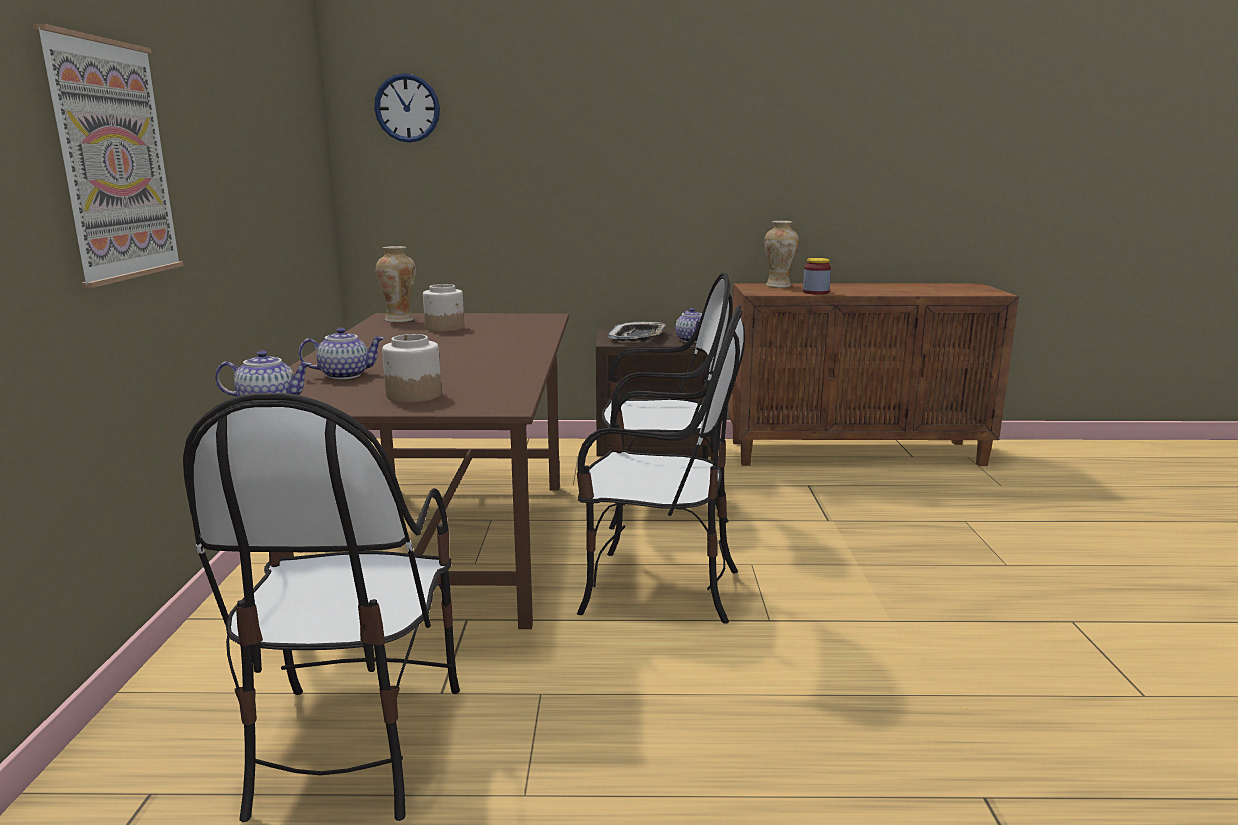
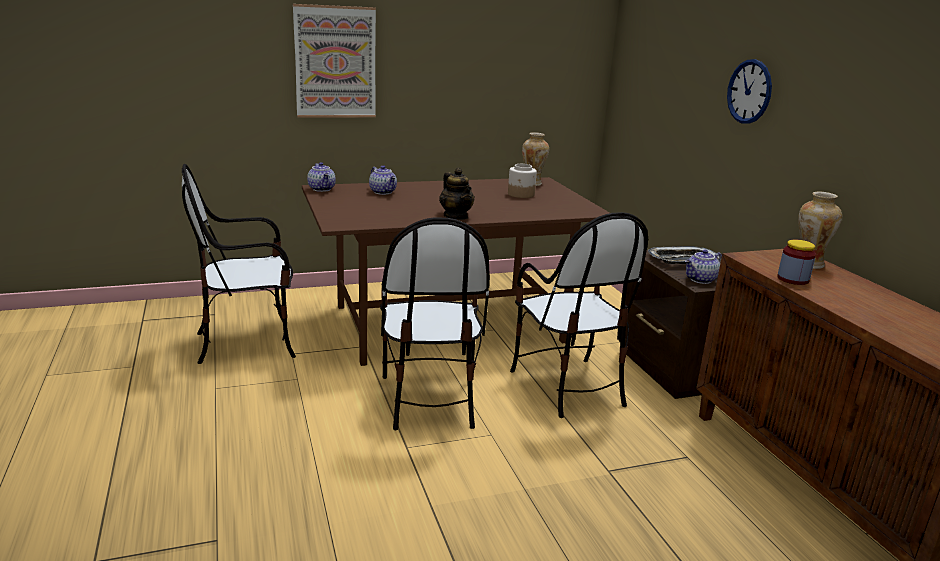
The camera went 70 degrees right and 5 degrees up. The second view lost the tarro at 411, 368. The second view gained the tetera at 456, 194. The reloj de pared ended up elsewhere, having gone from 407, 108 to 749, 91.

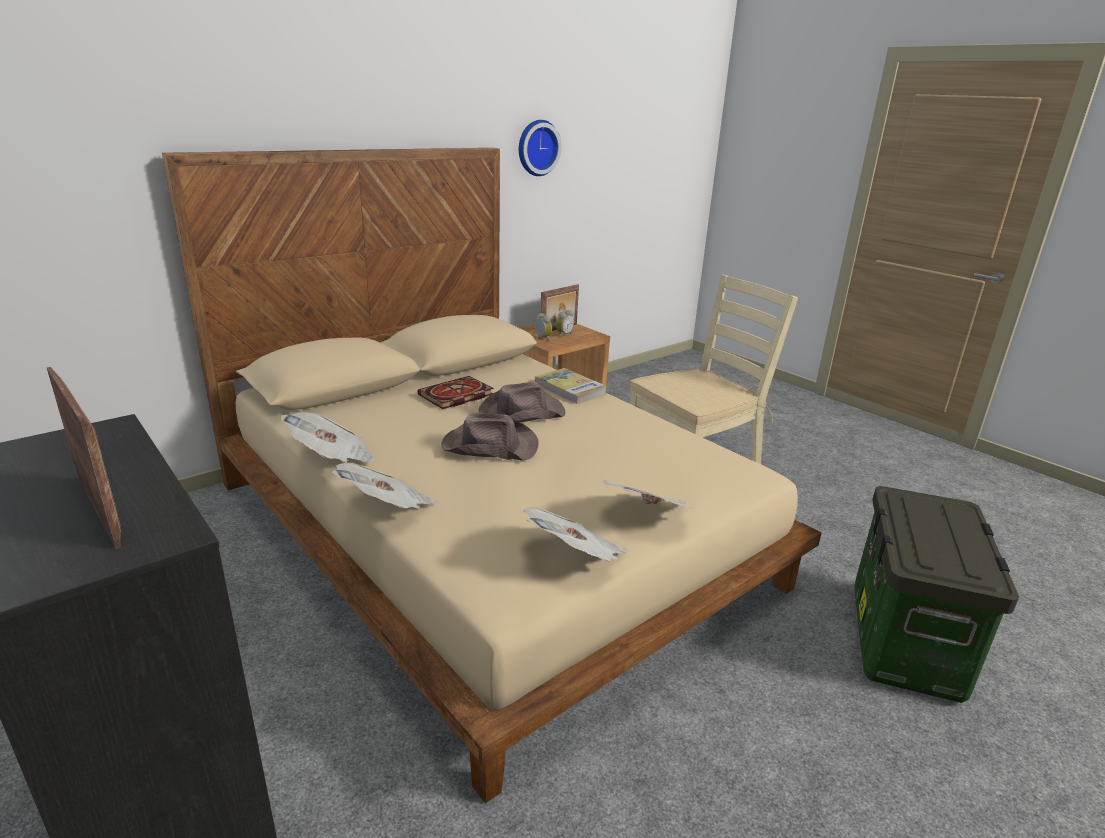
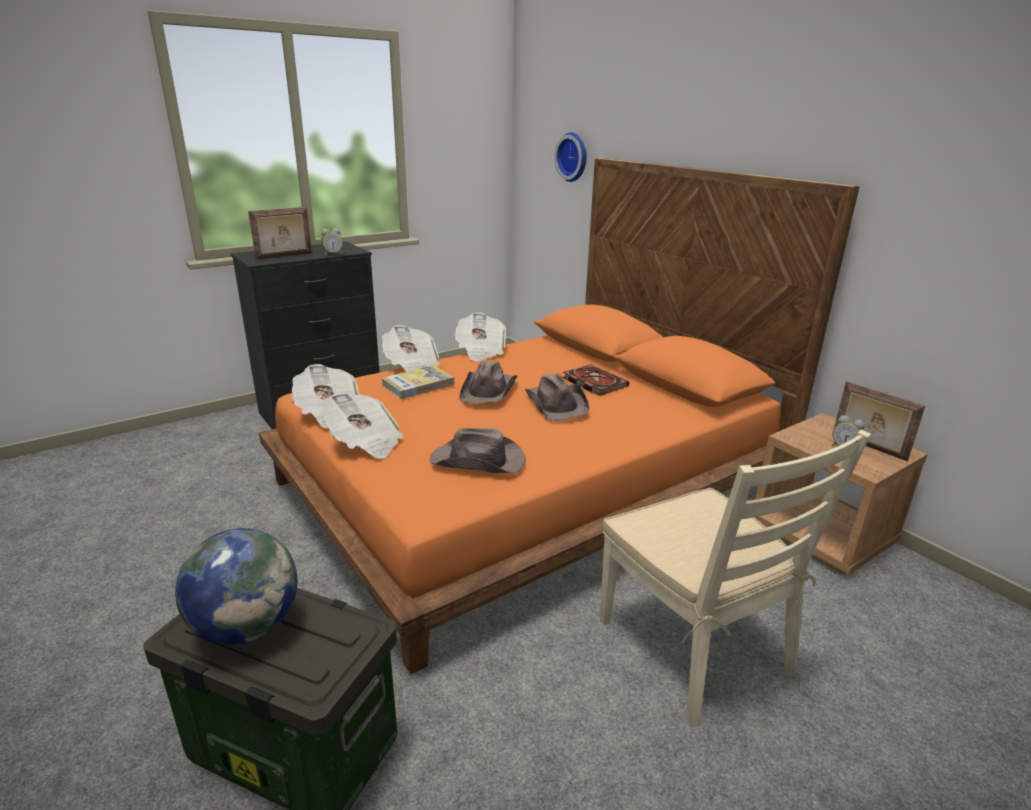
The camera went 95 degrees right and 0 degrees up. The second view gained the globo terráqueo at 236, 586. The second view gained the sombrero [marrón] at 478, 451. The reloj de pared ended up elsewhere, having gone from 540, 148 to 570, 157. The despertador ended up elsewhere, having gone from 543, 327 to 332, 242. The libro ended up elsewhere, having gone from 571, 386 to 417, 382. What was the cama [beis] at 491, 475 turned into the cama [naranja] at 559, 416.

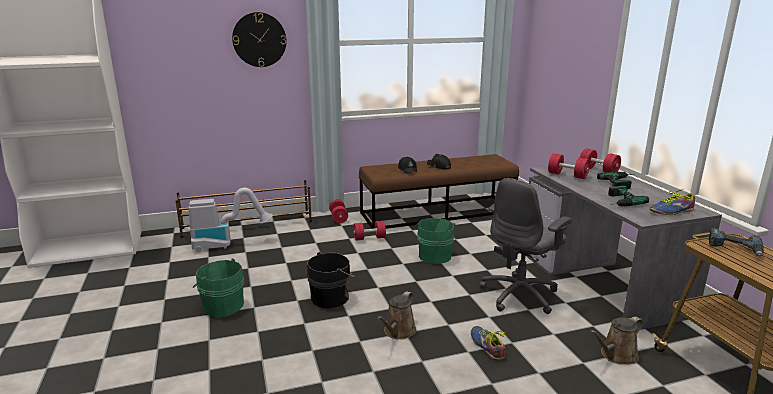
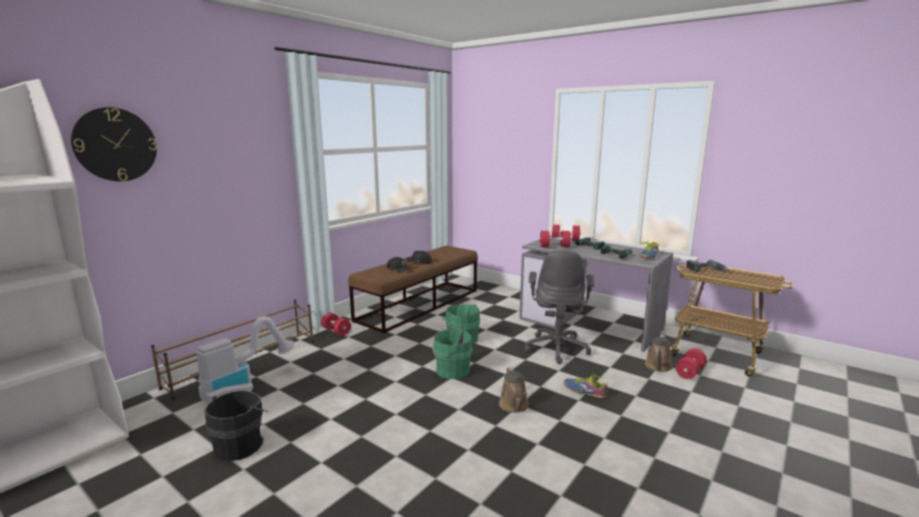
The camera went 35 degrees left and 5 degrees down. The cubo [verde] ended up elsewhere, having gone from 218, 287 to 452, 353. The reloj de pared ended up elsewhere, having gone from 259, 39 to 114, 144. The cubo [negro] ended up elsewhere, having gone from 331, 280 to 236, 426. The mancuerna [rojo] ended up elsewhere, having gone from 369, 231 to 691, 363.

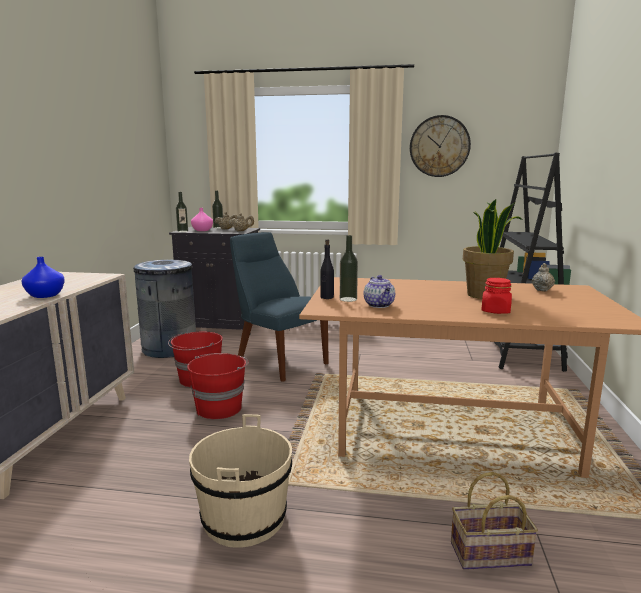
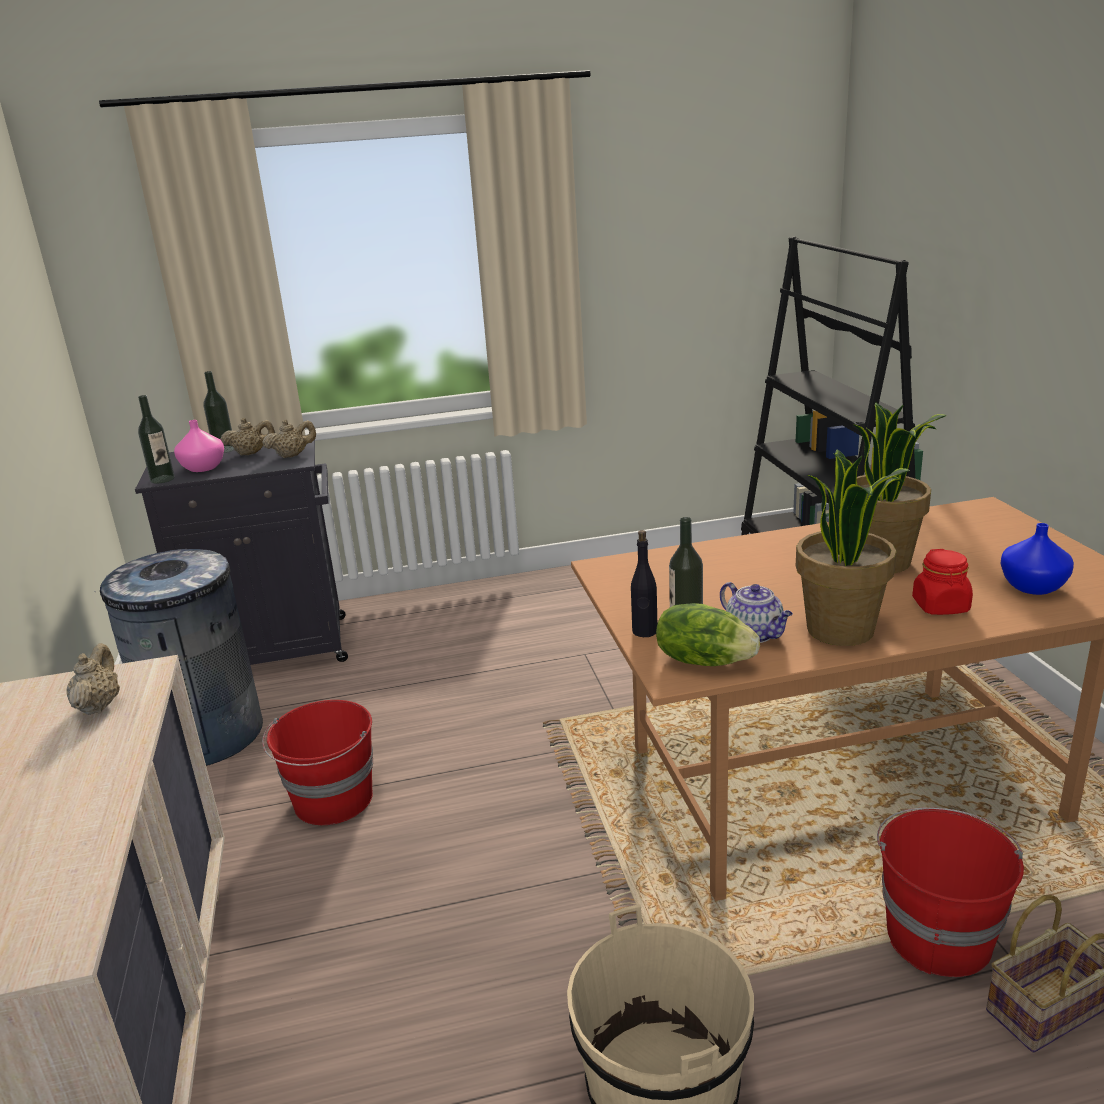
The camera went 20 degrees left and 10 degrees up. The second view lost the silla [azul] at 279, 307. The second view lost the reloj de pared at 440, 146. The second view gained the lechuga at 708, 634. The second view gained the planta en maceta at 853, 547. The florero [azul] ended up elsewhere, having gone from 43, 277 to 1037, 559. The cubo [rojo] ended up elsewhere, having gone from 218, 386 to 950, 892. The tetera [beis] ended up elsewhere, having gone from 543, 277 to 93, 679.

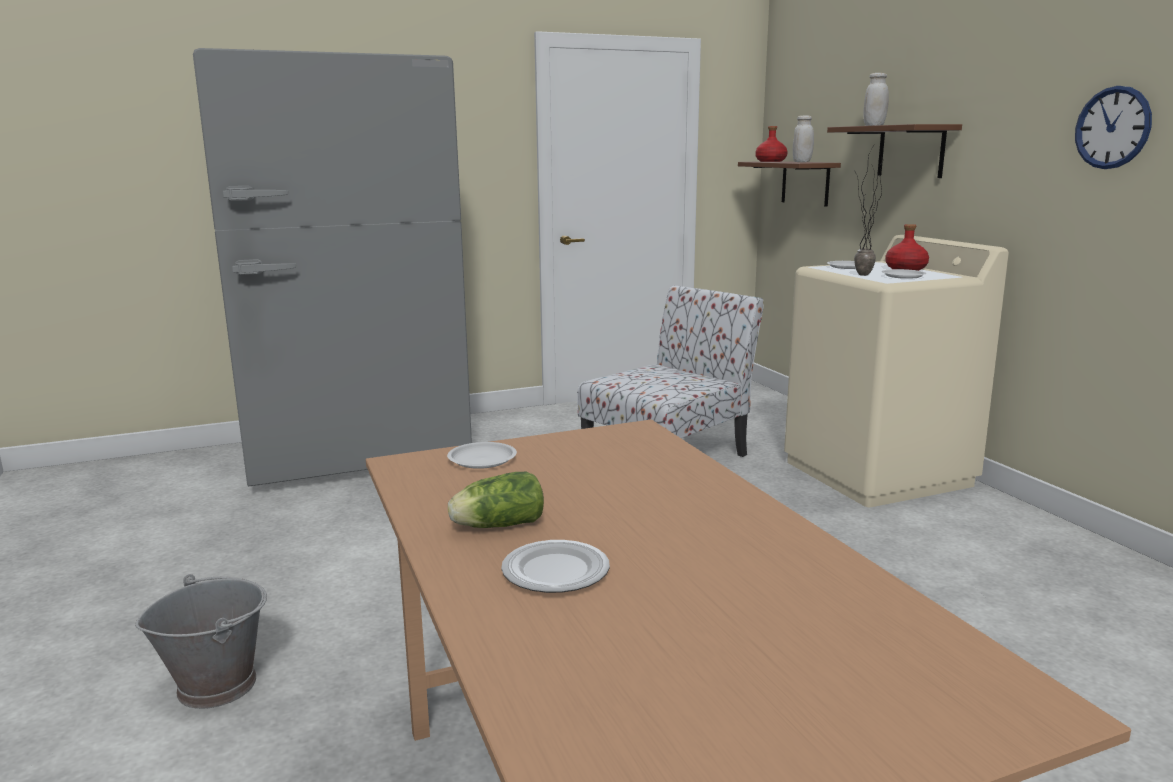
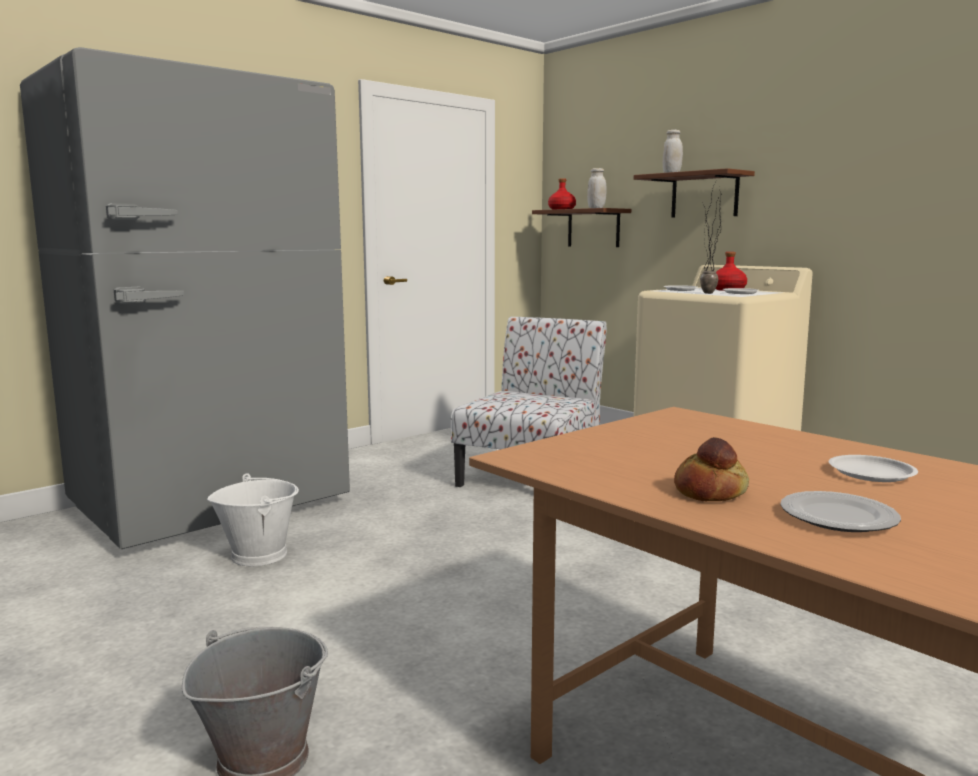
The camera went 20 degrees left and 5 degrees down. The second view lost the reloj de pared at 1113, 127. The second view gained the cubo [blanco] at 253, 519. The plato [blanco] ended up elsewhere, having gone from 482, 455 to 873, 468. Where the lechuga stood at 496, 500, the pan came to stand at 711, 469.

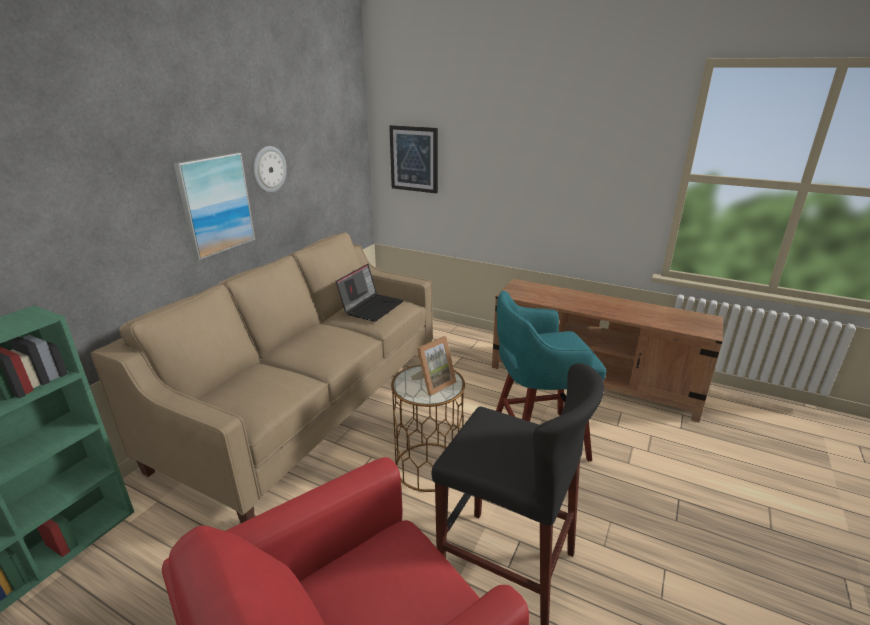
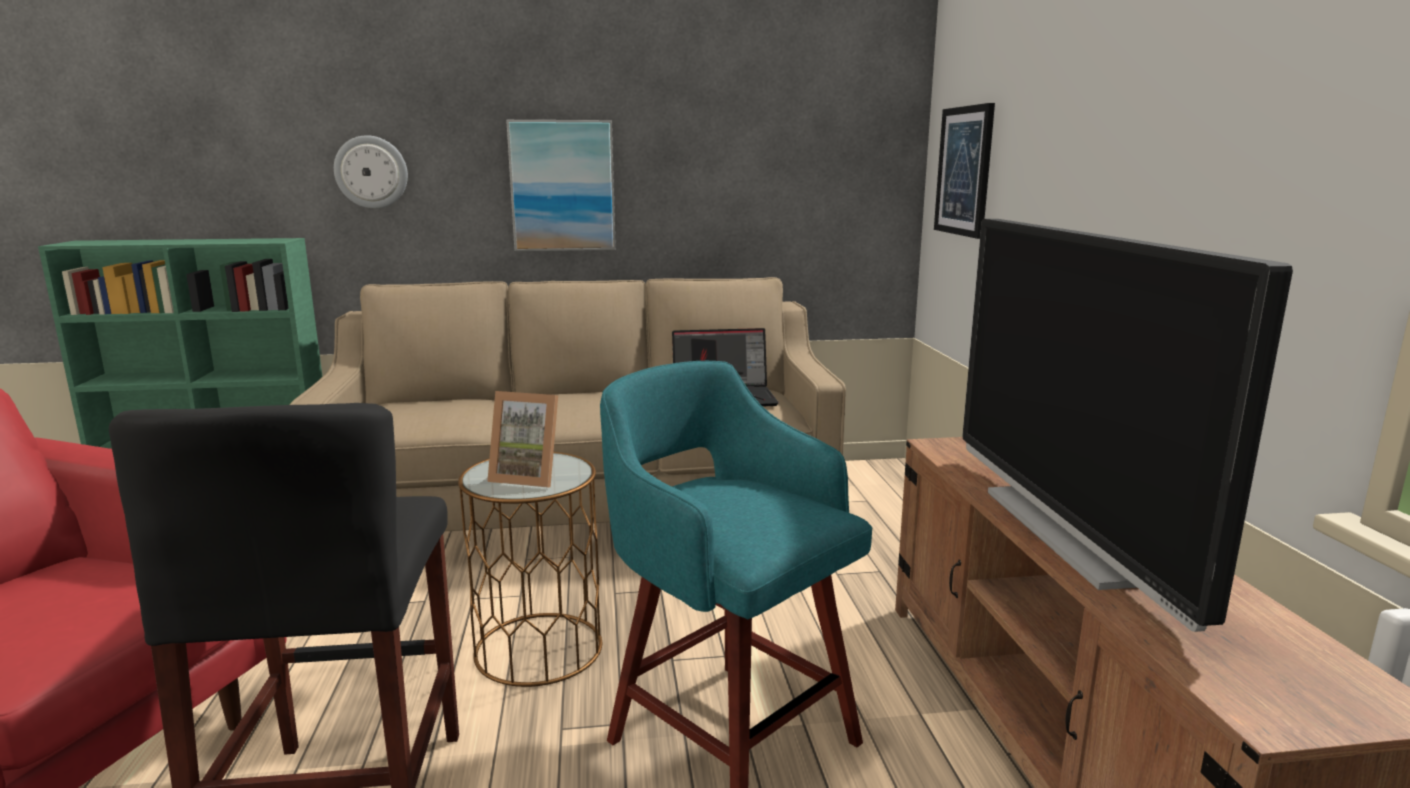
The camera went 55 degrees right and 10 degrees down. The second view gained the televisor at 1127, 425. The reloj de pared ended up elsewhere, having gone from 270, 169 to 371, 172.

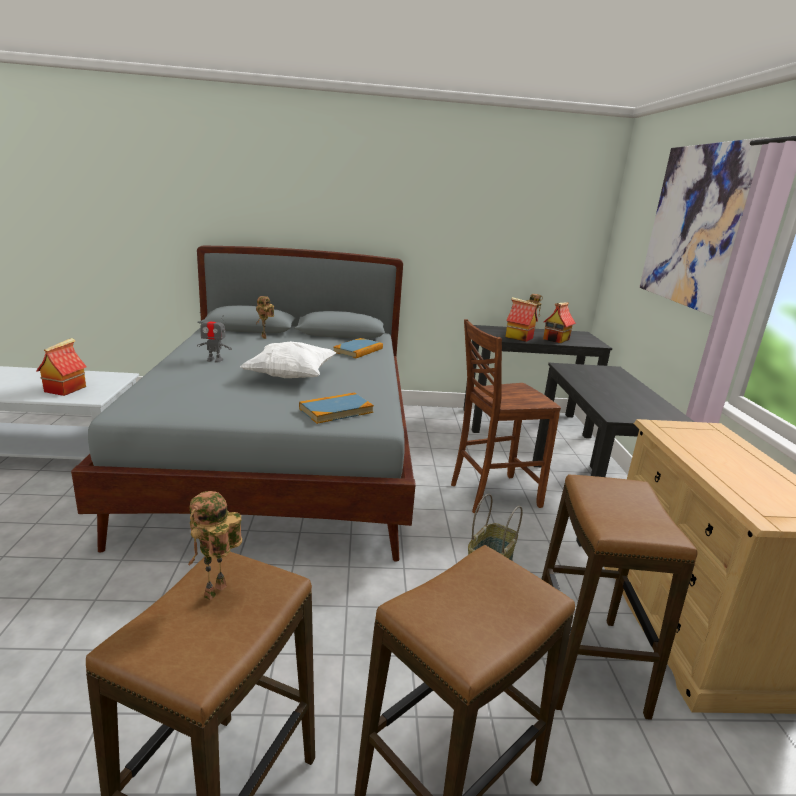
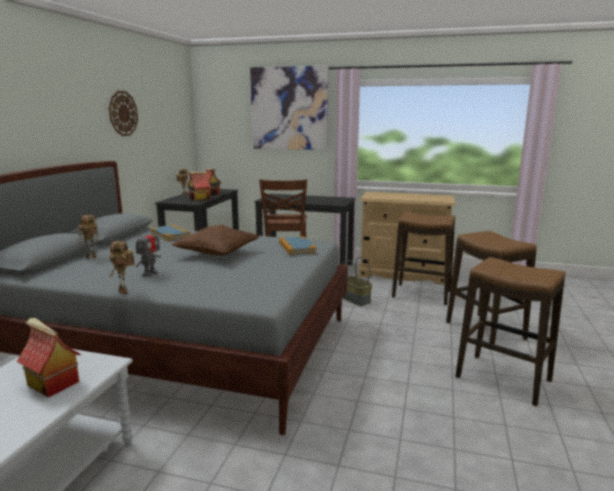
The camera went 70 degrees left and 5 degrees down. The second view gained the reloj de pared at 123, 113. The robot de juguete ended up elsewhere, having gone from 215, 545 to 122, 268. What was the cojín [blanco] at 288, 359 turned into the cojín [marrón] at 215, 240.

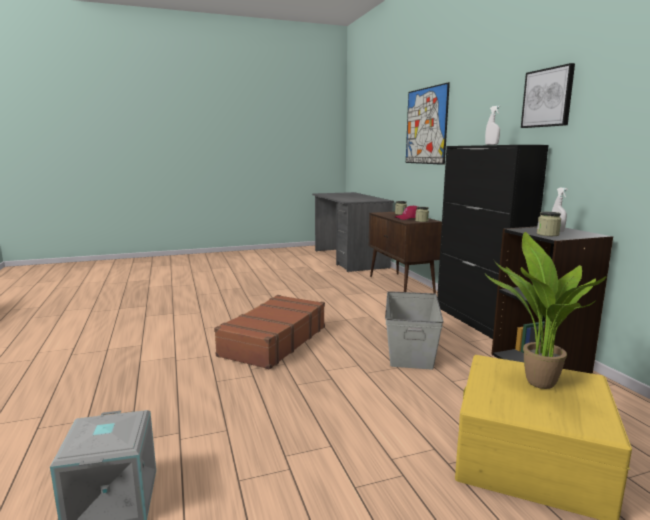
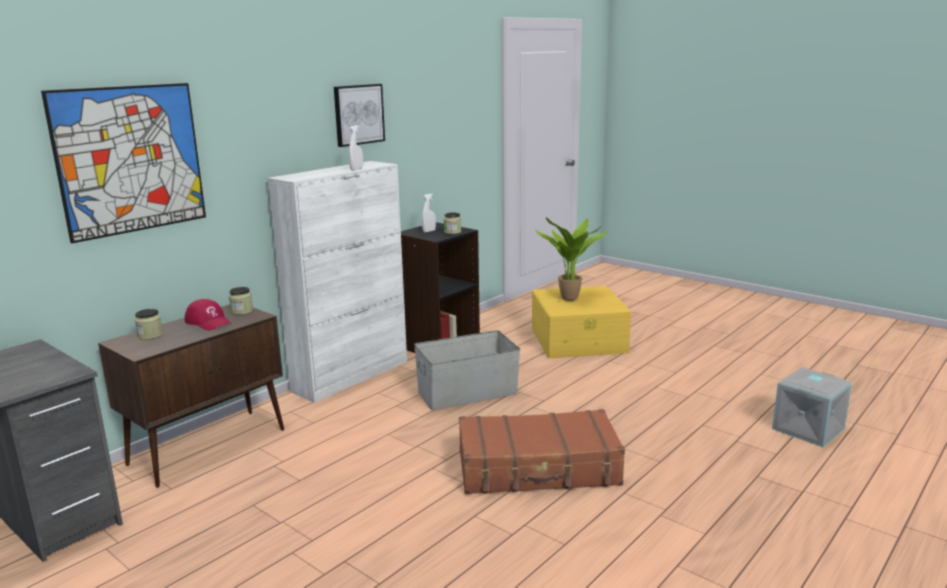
The camera went 120 degrees left and 5 degrees up. What was the armario [negro] at 493, 242 turned into the armario [blanco] at 337, 282.

